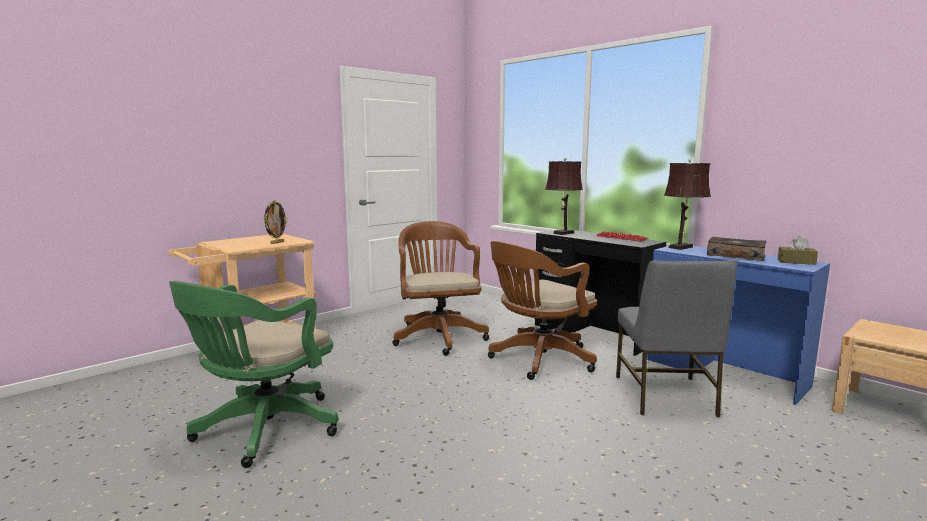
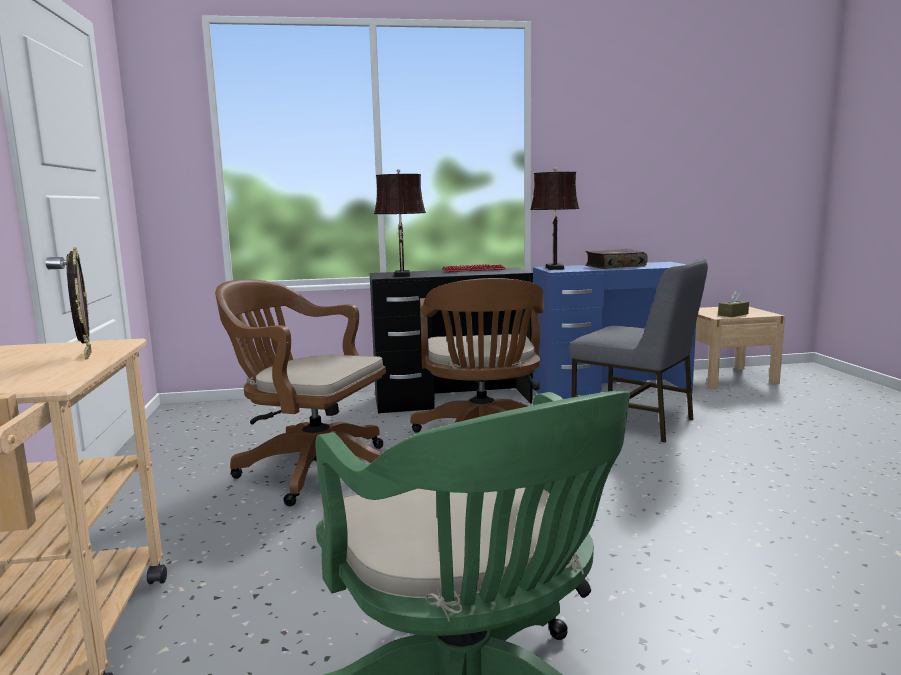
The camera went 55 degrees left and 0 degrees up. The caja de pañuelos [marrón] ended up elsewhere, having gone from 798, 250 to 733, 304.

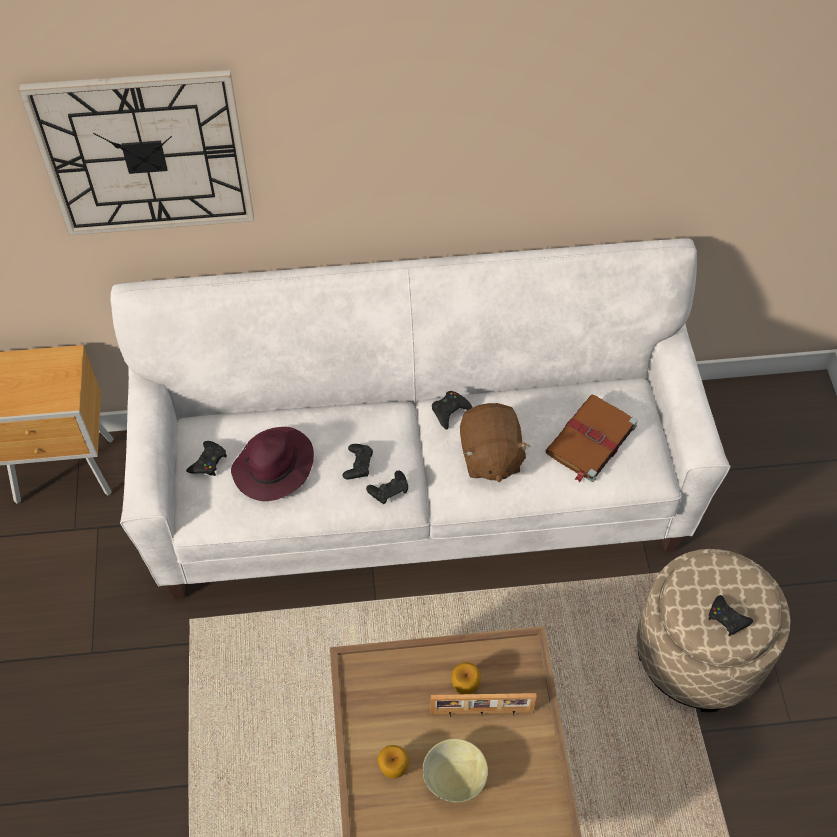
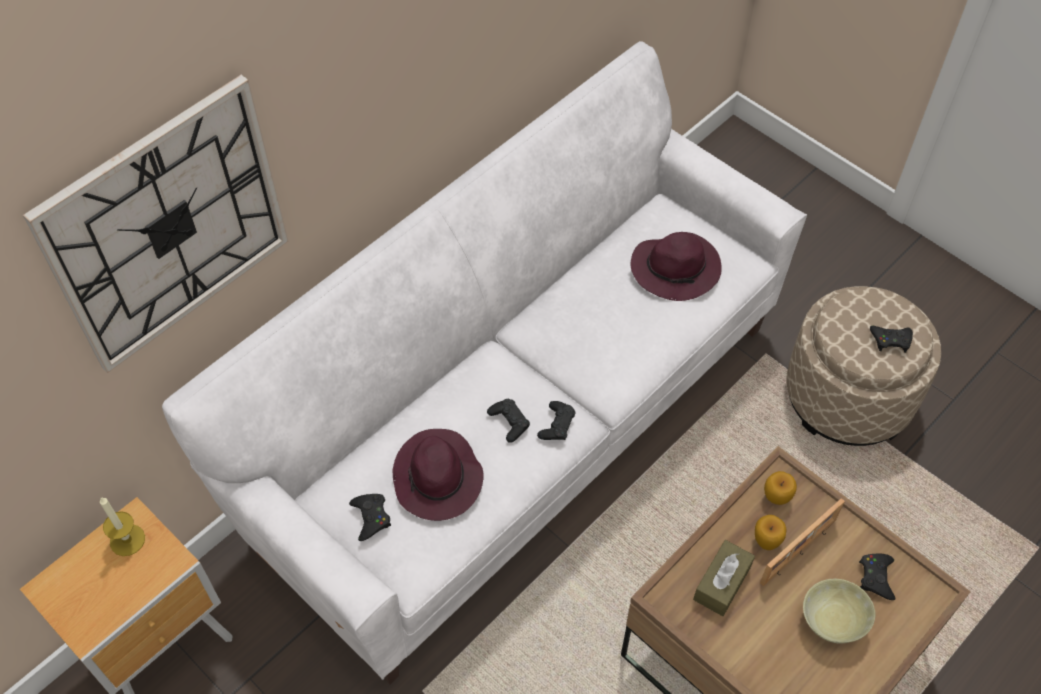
The camera went 40 degrees left and 0 degrees up. The second view lost the peluche [marrón] at 495, 442. The second view gained the vela at 122, 526. The second view gained the caja de pañuelos [marrón] at 724, 578. The manzana ended up elsewhere, having gone from 393, 762 to 780, 488. The mando de consola [negro] ended up elsewhere, having gone from 452, 410 to 877, 577. Where the libro [marrón] stood at 591, 439, the sombrero [morado] came to stand at 676, 266.

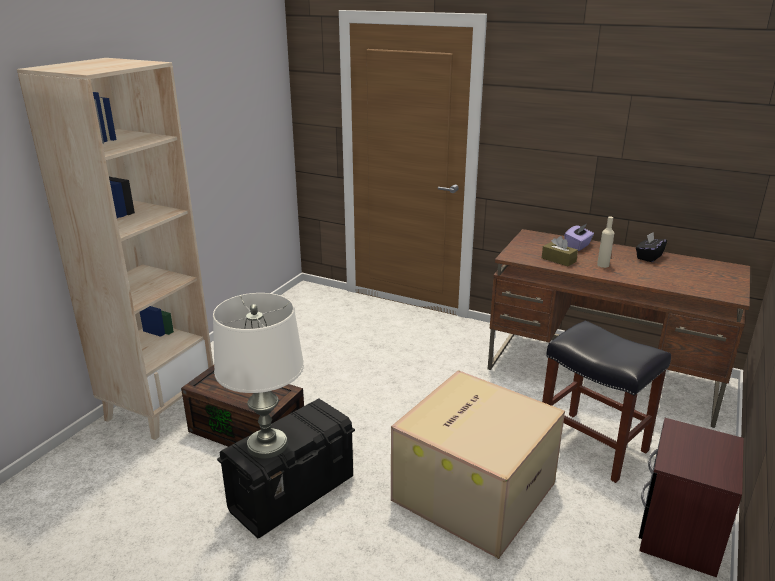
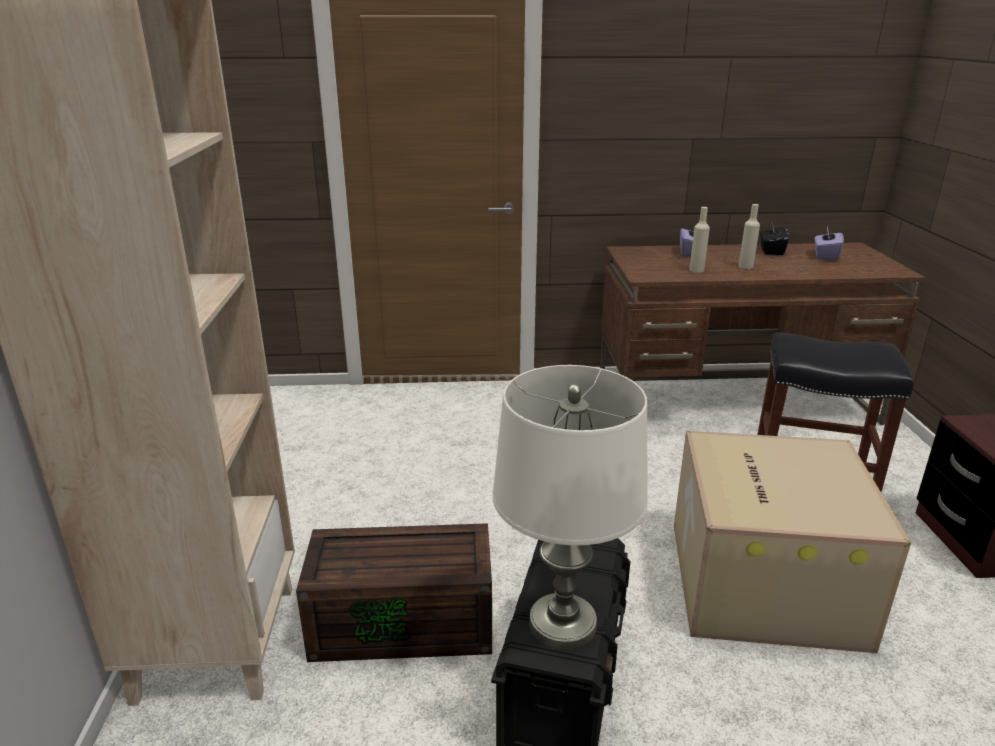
The camera went 30 degrees left and 0 degrees up. The second view gained the caja de pañuelos [morado] at 829, 243. Where the caja de pañuelos [marrón] stood at 560, 251, the botella [beis] came to stand at 699, 240.

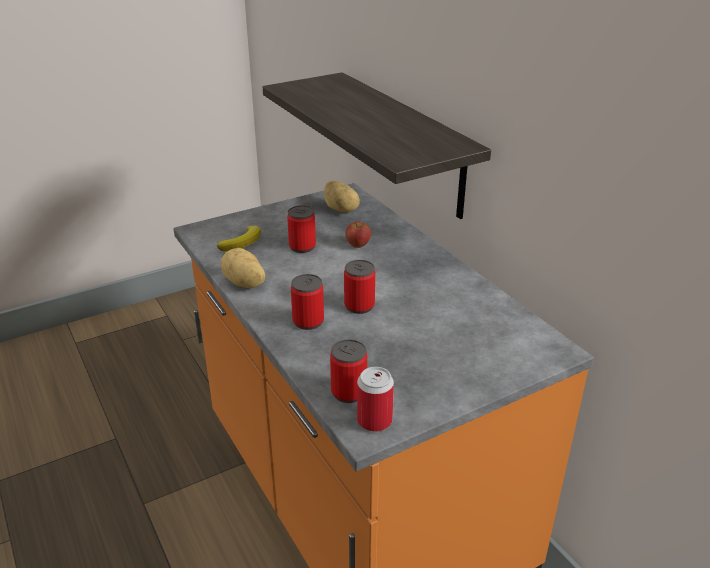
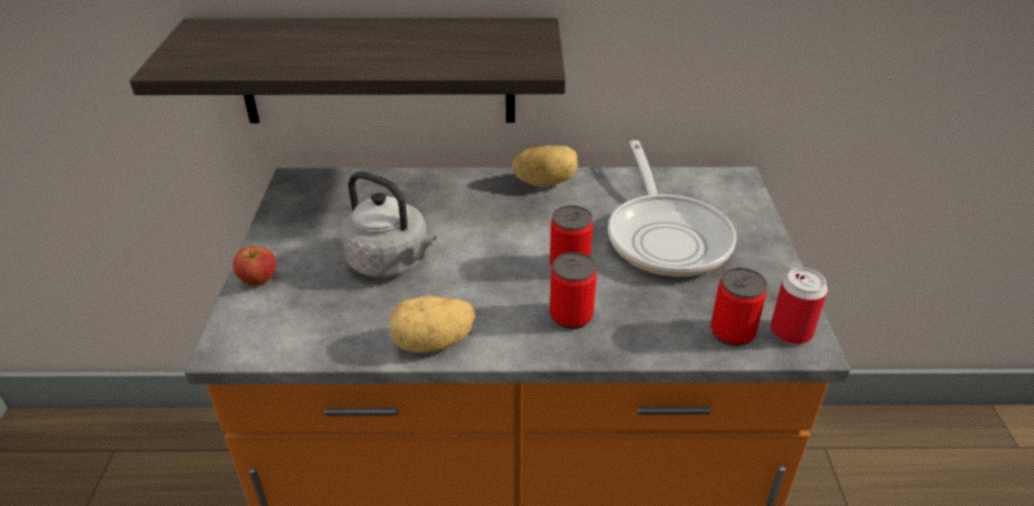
The camera went 60 degrees left and 5 degrees up. The second view lost the plátano at 239, 239. The second view gained the sartén at 672, 208. The patata ended up elsewhere, having gone from 342, 196 to 544, 166. The manzana ended up elsewhere, having gone from 358, 235 to 254, 266. Where the lata stood at 301, 229, the hervidor [gris] came to stand at 388, 225.

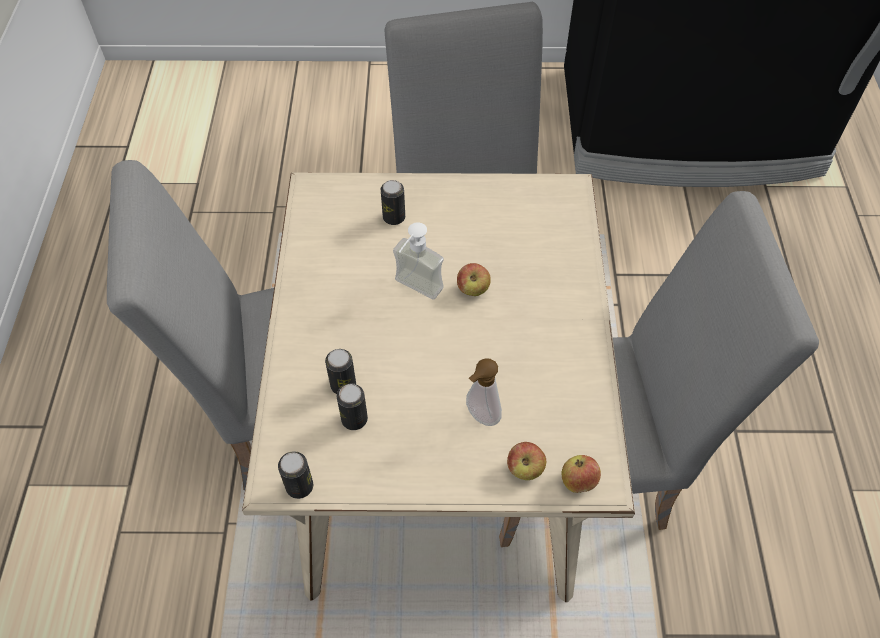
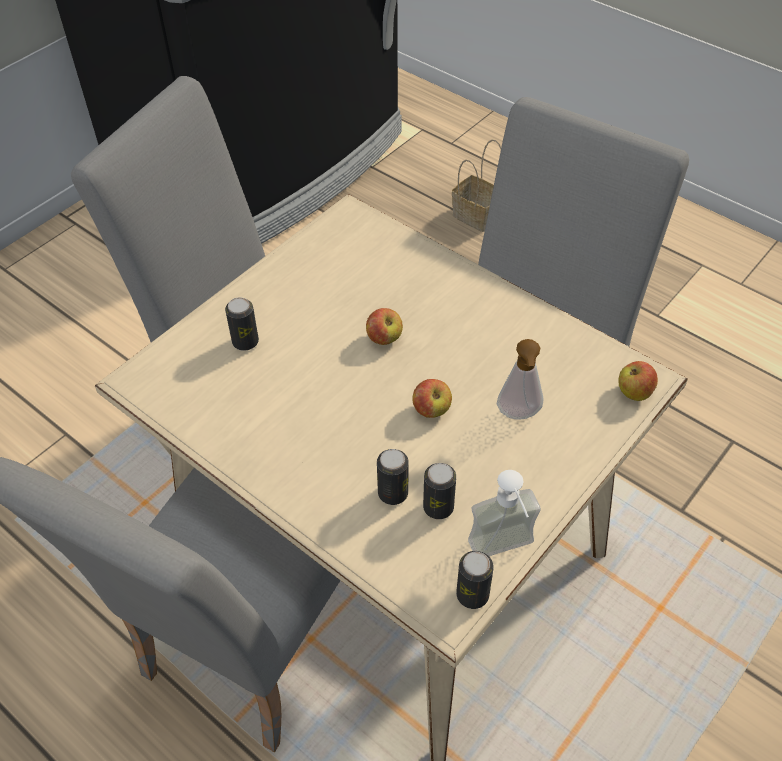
The camera went 50 degrees left and 5 degrees down. The second view gained the cesta at 476, 186. The dispensador de jabón ended up elsewhere, having gone from 418, 261 to 504, 513. The manzana ended up elsewhere, having gone from 526, 461 to 432, 398.

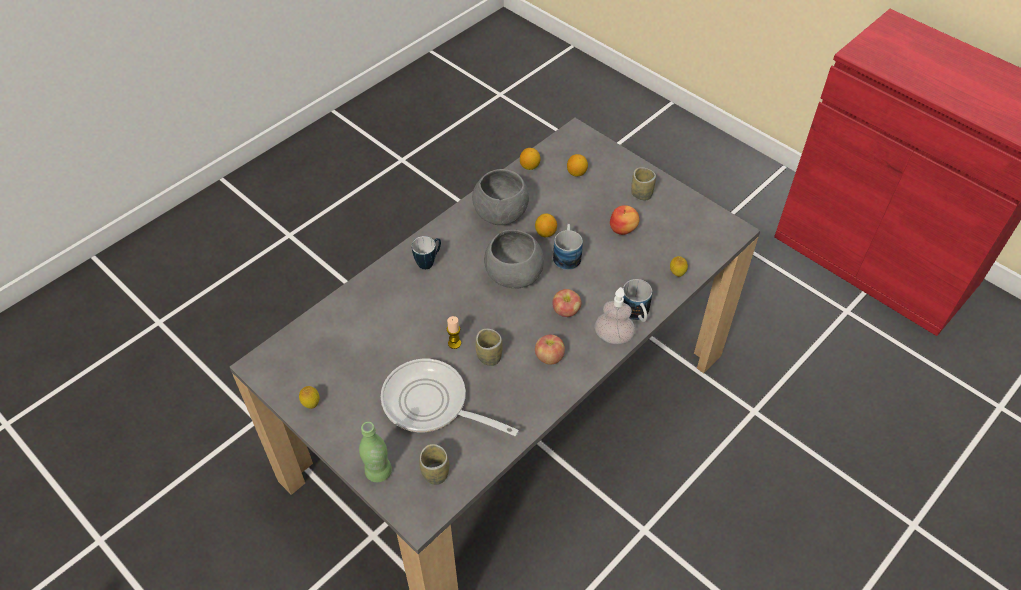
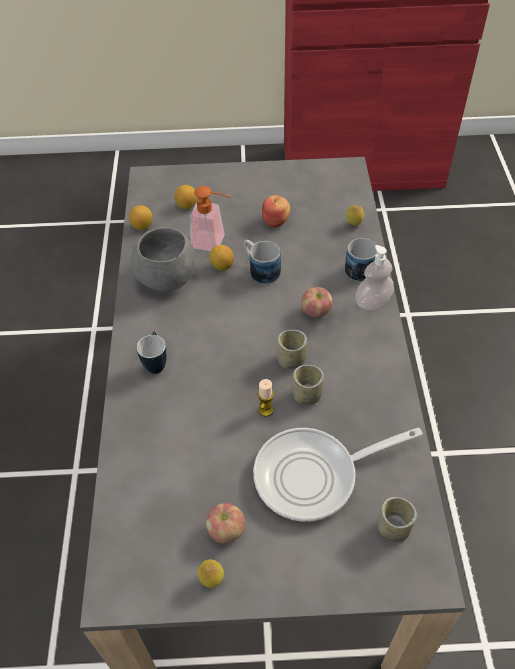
The camera went 45 degrees left and 0 degrees up. The second view lost the botella [verde] at 375, 452. The second view lost the cuenco [gris] at 514, 258. The second view gained the dispensador de jabón at 210, 218. The manzana ended up elsewhere, having gone from 550, 350 to 225, 523. The taza ended up elsewhere, having gone from 643, 183 to 292, 349.

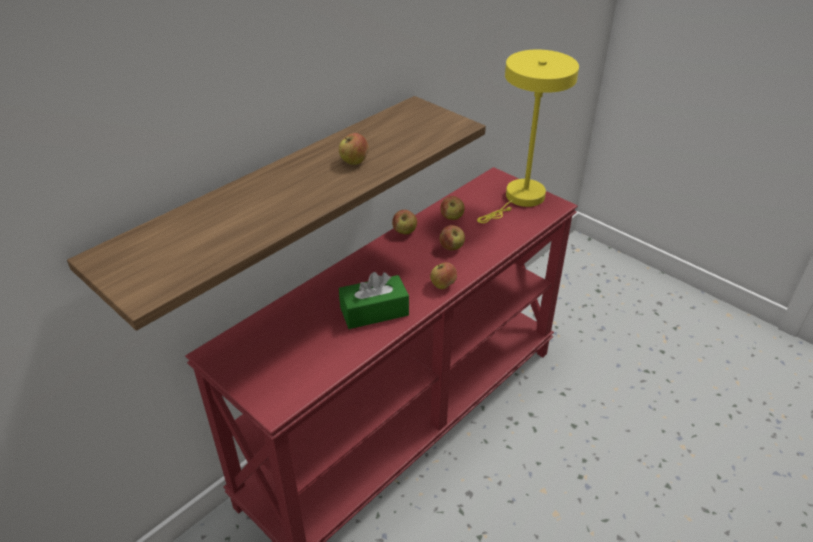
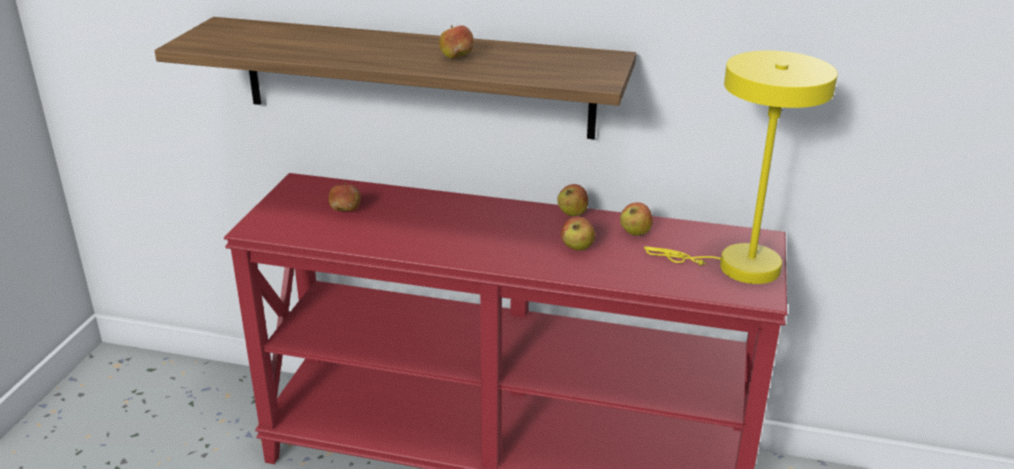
The camera went 60 degrees right and 10 degrees down. The second view lost the caja de pañuelos [verde] at 374, 300. The manzana ended up elsewhere, having gone from 443, 275 to 345, 196.

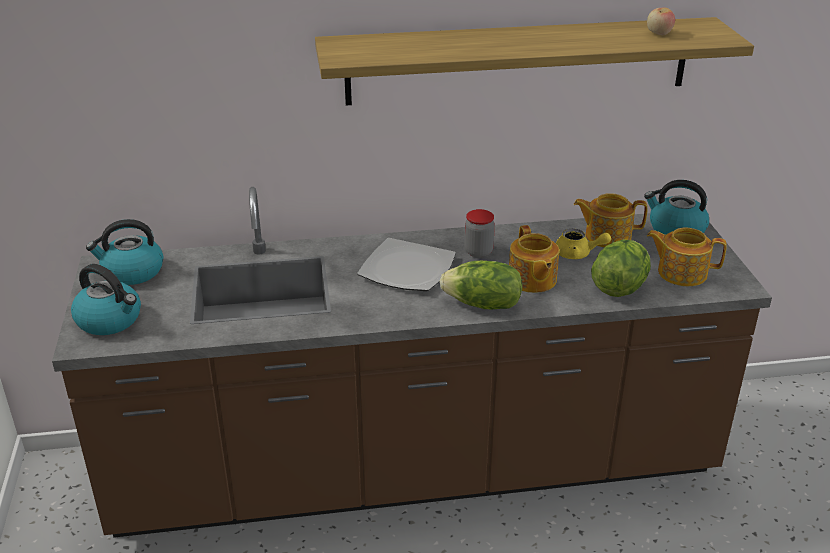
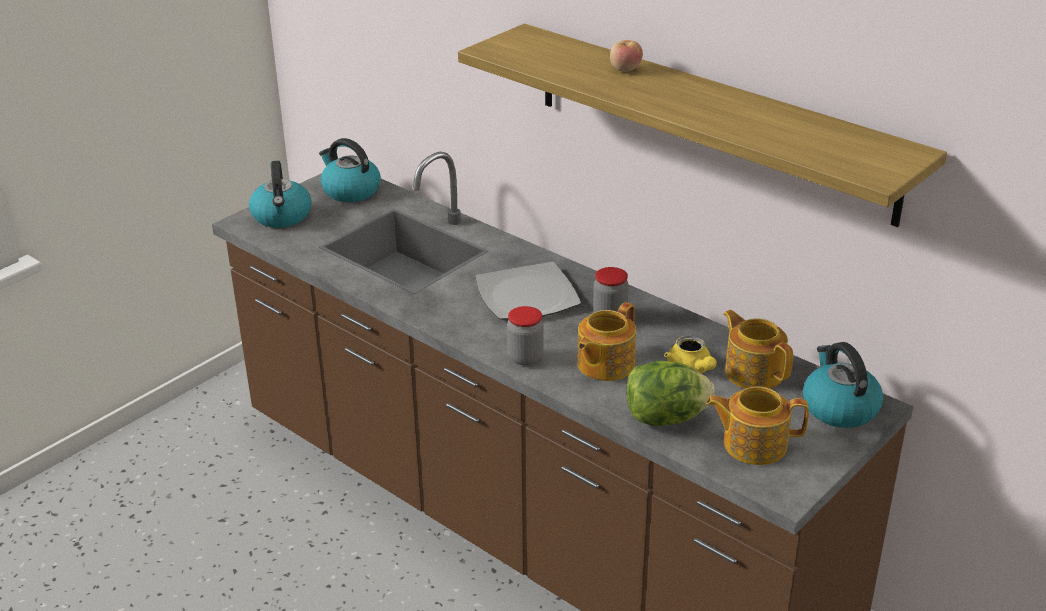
The camera went 50 degrees right and 0 degrees up. The manzana ended up elsewhere, having gone from 661, 21 to 626, 56. Where the lechuga stood at 481, 285, the tarro came to stand at 525, 336. The tetera at 687, 256 ended up facing another way, 60 degrees counterclockwise from before.

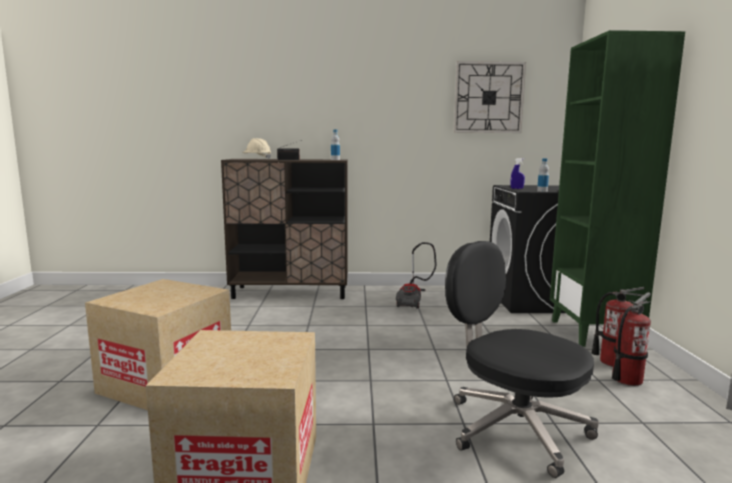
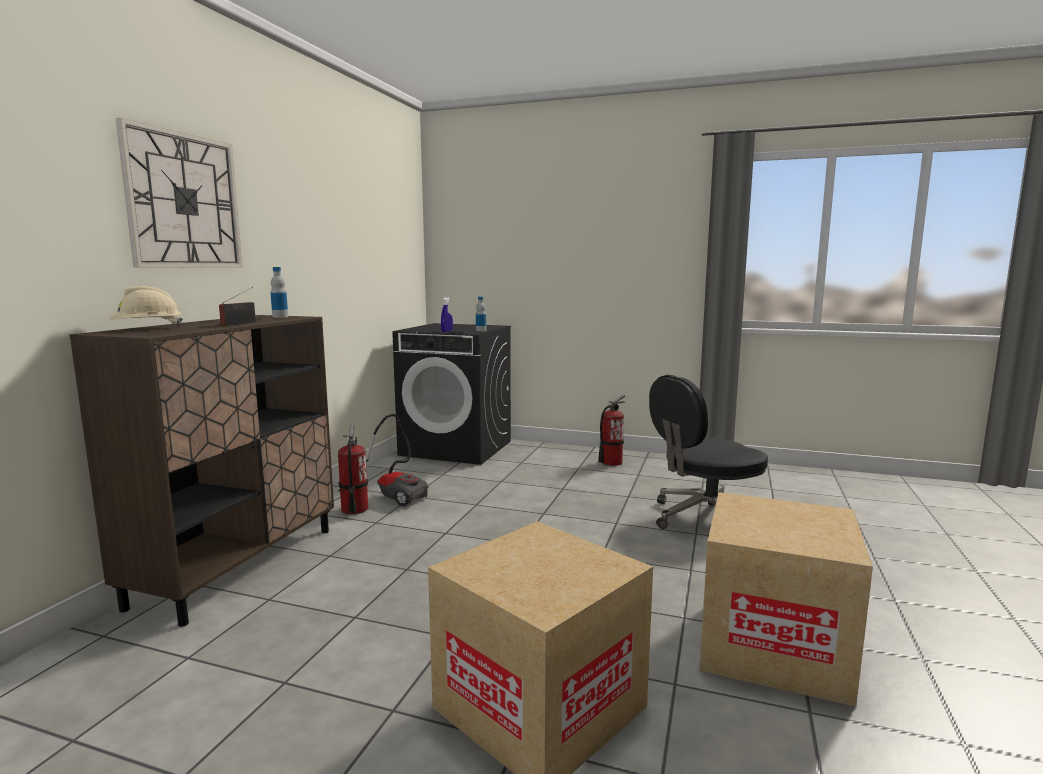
The camera went 70 degrees left and 0 degrees up. The second view lost the estantería [verde] at 617, 188. The reloj de pared ended up elsewhere, having gone from 489, 97 to 179, 193. The extintor ended up elsewhere, having gone from 631, 339 to 353, 469.

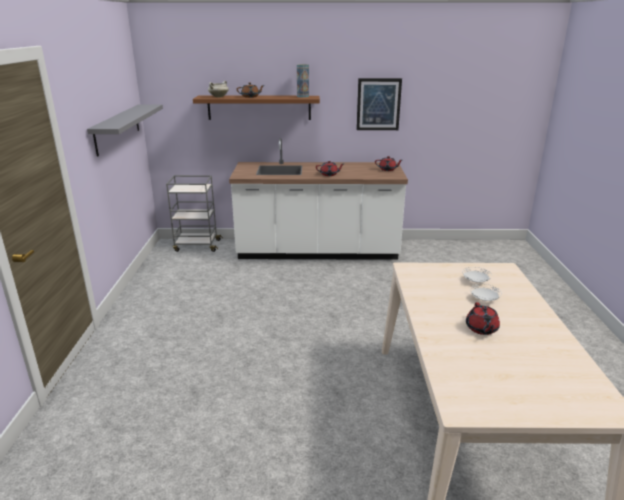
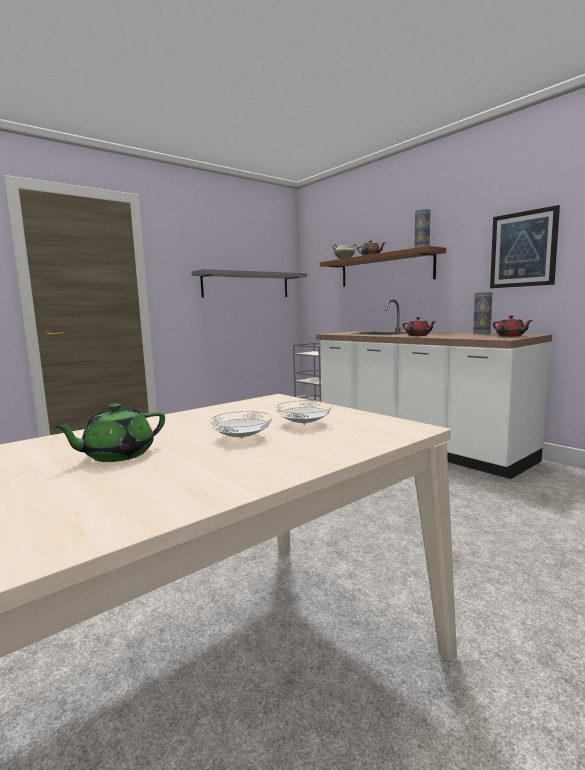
The camera went 50 degrees right and 15 degrees down. The second view gained the florero at 483, 313. What was the tetera [rojo] at 483, 318 turned into the tetera [verde] at 108, 432.

